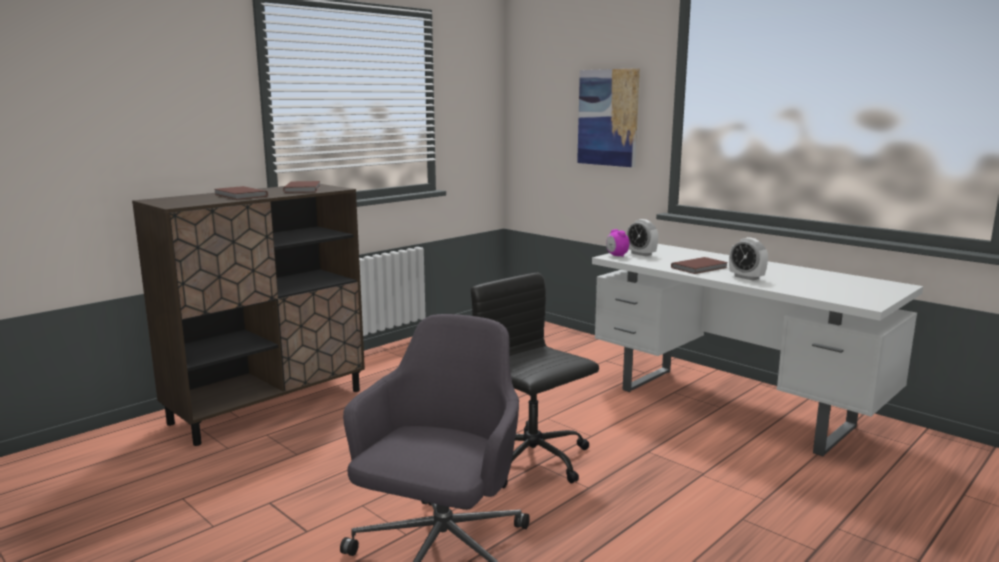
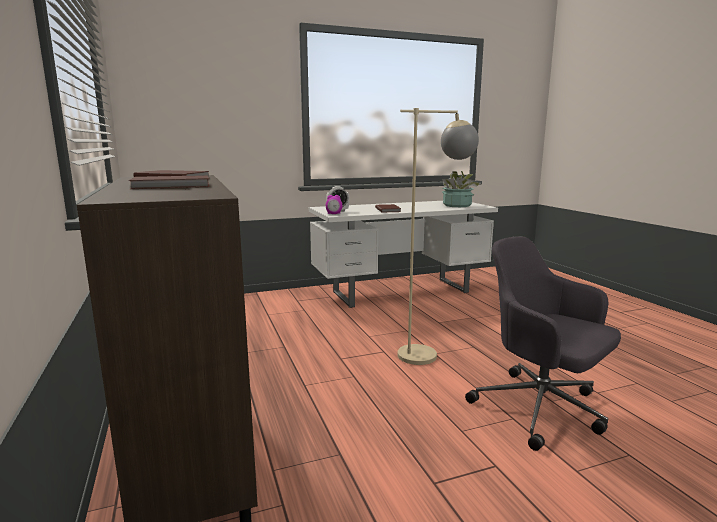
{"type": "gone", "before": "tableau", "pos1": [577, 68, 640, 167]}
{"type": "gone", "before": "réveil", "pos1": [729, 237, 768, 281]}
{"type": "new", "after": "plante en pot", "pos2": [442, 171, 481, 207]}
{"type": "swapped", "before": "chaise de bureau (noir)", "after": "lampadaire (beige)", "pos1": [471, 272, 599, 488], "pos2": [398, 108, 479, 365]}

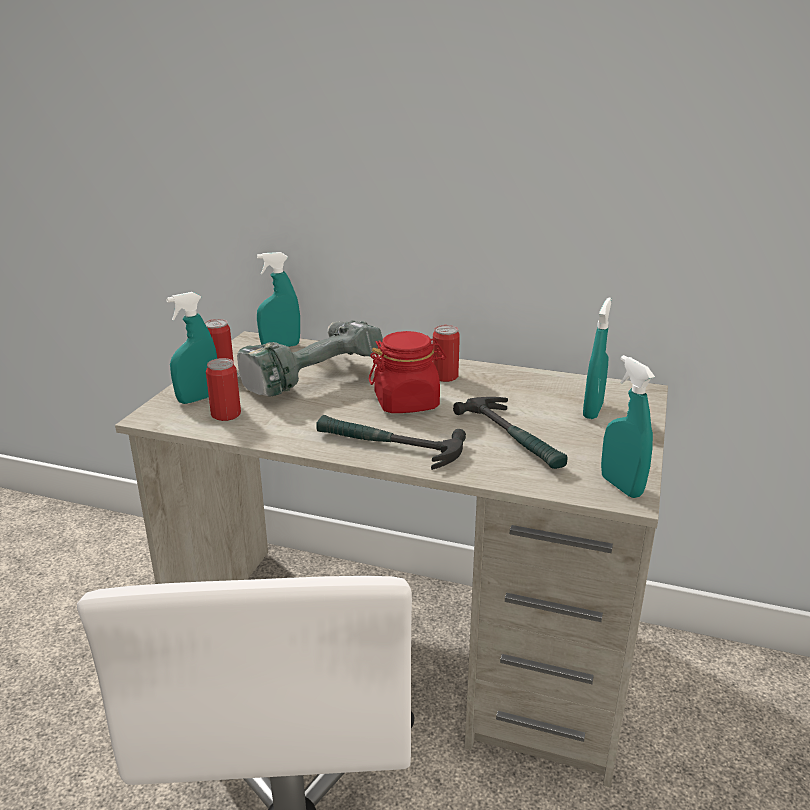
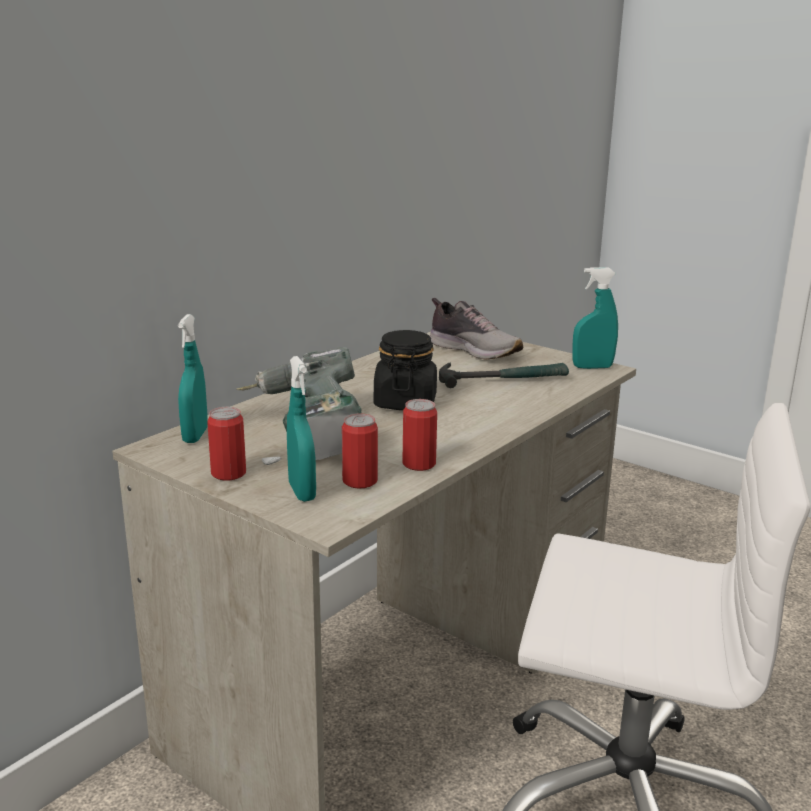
{"type": "gone", "before": "marteau", "pos1": [316, 415, 466, 470]}
{"type": "shifted", "before": "boîte métallique", "pos1": [432, 325, 460, 382], "pos2": [402, 399, 437, 471]}
{"type": "swapped", "before": "vaporisateur (turquoise)", "after": "chaussure", "pos1": [583, 297, 612, 419], "pos2": [430, 298, 523, 359]}
{"type": "repainted", "before": "bocal (rouge)", "after": "bocal (noir)", "pos1": [368, 331, 446, 413], "pos2": [374, 330, 437, 410]}

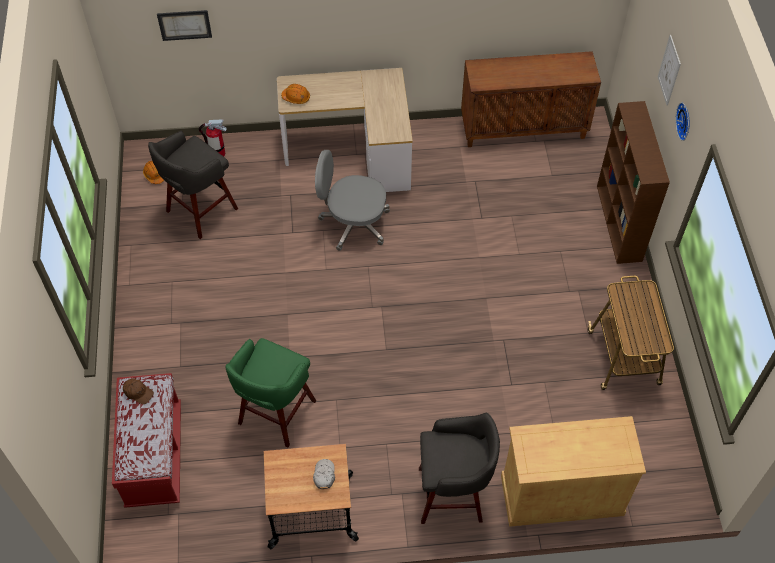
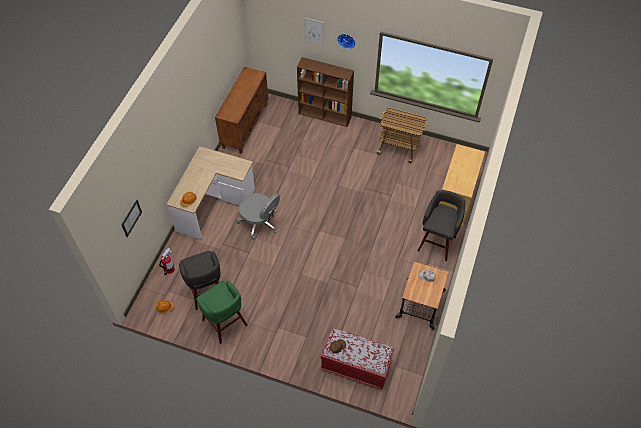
{"type": "shifted", "before": "tabouret (vert)", "pos1": [225, 338, 316, 447], "pos2": [196, 281, 247, 344]}
{"type": "rotated", "before": "chaise de bureau (gris)", "pos1": [315, 150, 390, 251], "pos2": [237, 193, 280, 240], "turn": -90}

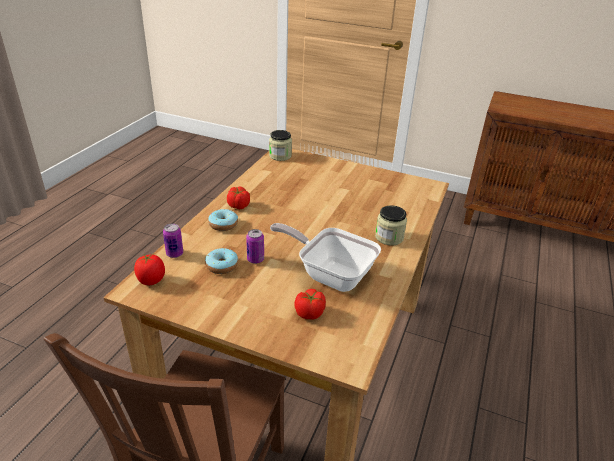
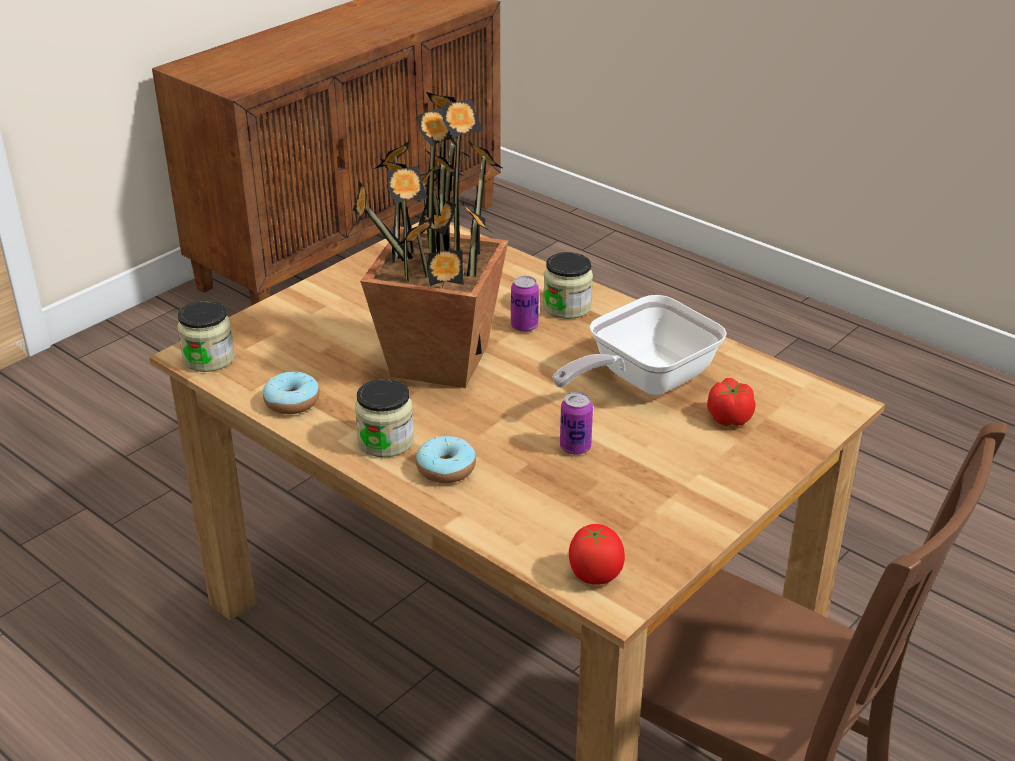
{"type": "new", "after": "plante en pot", "pos2": [353, 92, 508, 388]}
{"type": "shifted", "before": "boîte métallique", "pos1": [163, 223, 183, 258], "pos2": [511, 276, 539, 332]}
{"type": "shifted", "before": "beignet", "pos1": [205, 248, 238, 274], "pos2": [263, 372, 320, 414]}
{"type": "swapped", "before": "tomate", "after": "bocal", "pos1": [227, 186, 250, 209], "pos2": [355, 379, 414, 458]}

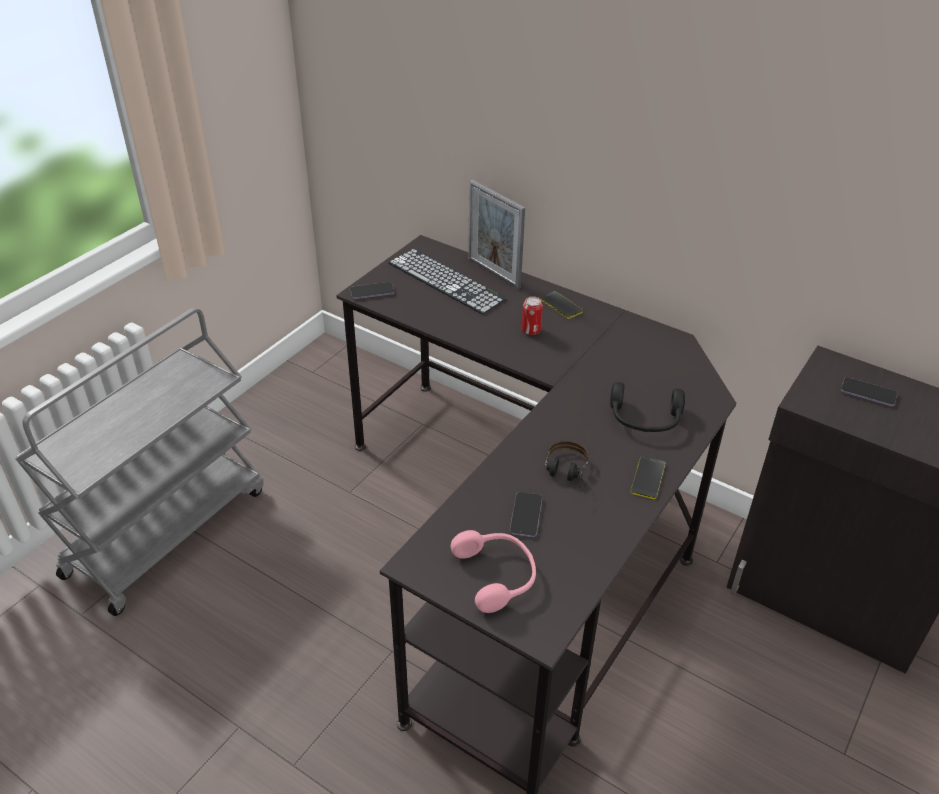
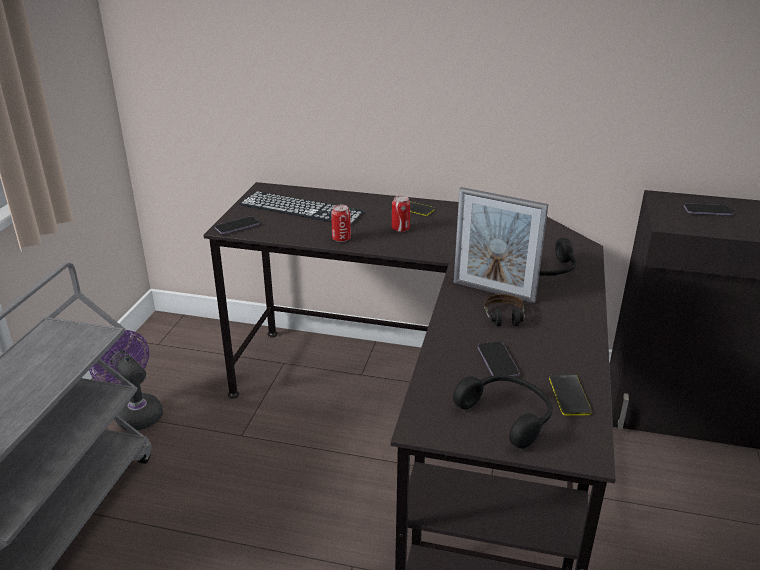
{"type": "new", "after": "ventilateur (violet)", "pos2": [89, 330, 163, 431]}
{"type": "new", "after": "boîte métallique", "pos2": [331, 205, 351, 242]}
{"type": "shifted", "before": "cadre photo", "pos1": [468, 180, 525, 289], "pos2": [454, 187, 548, 303]}
{"type": "shifted", "before": "téléphone", "pos1": [631, 456, 665, 499], "pos2": [549, 375, 592, 416]}
{"type": "repainted", "before": "casque audio (rose)", "after": "casque audio (noir)", "pos1": [451, 530, 536, 613], "pos2": [453, 375, 553, 449]}

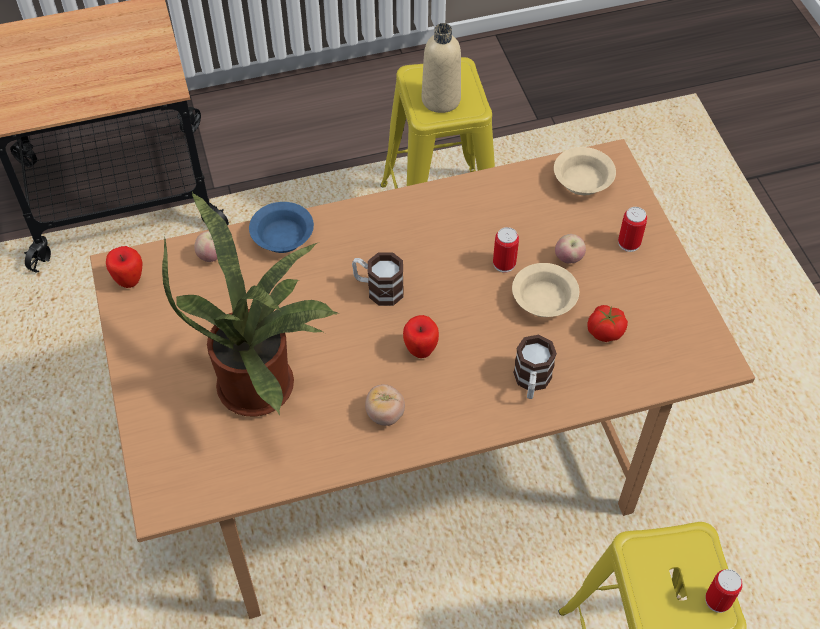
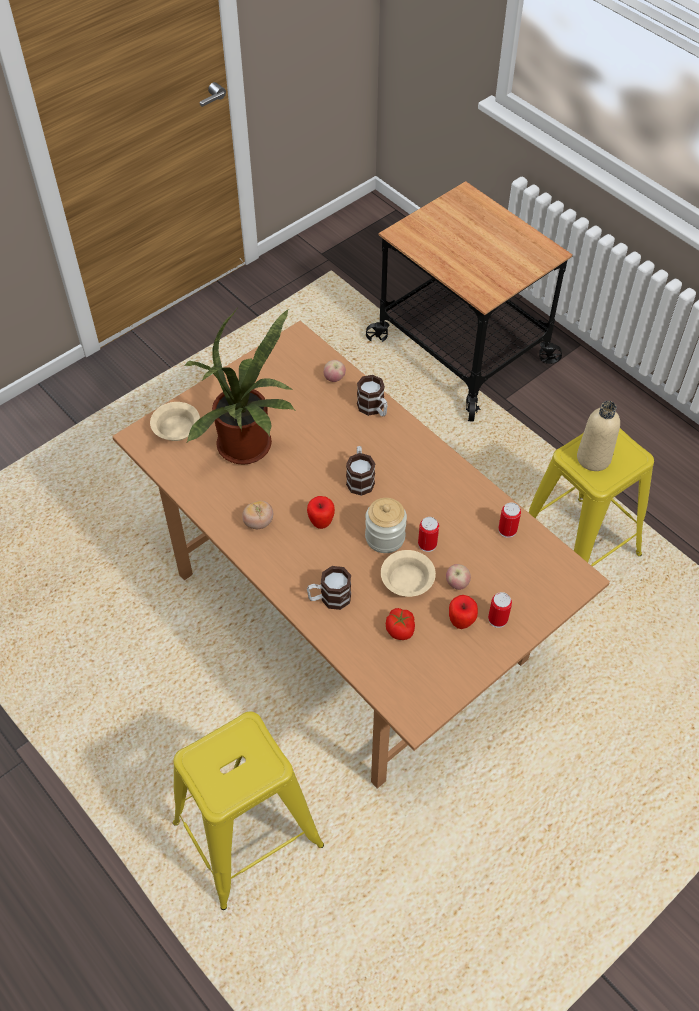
{"type": "new", "after": "bocal", "pos2": [365, 498, 407, 553]}
{"type": "shifted", "before": "pomme", "pos1": [106, 246, 142, 288], "pos2": [449, 595, 478, 629]}
{"type": "shifted", "before": "bol (beige)", "pos1": [554, 147, 616, 195], "pos2": [150, 402, 200, 441]}
{"type": "shifted", "before": "boîte métallique", "pos1": [705, 569, 743, 613], "pos2": [498, 503, 521, 538]}
{"type": "swapped", "before": "bol (bleu)", "after": "mug", "pos1": [249, 202, 314, 253], "pos2": [357, 375, 388, 416]}

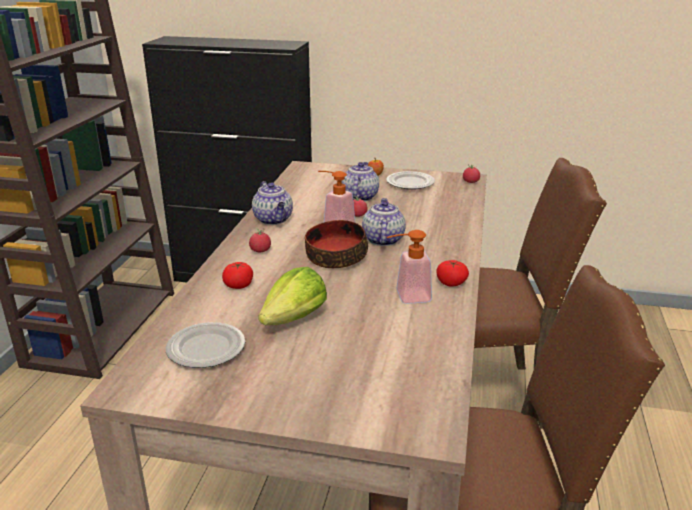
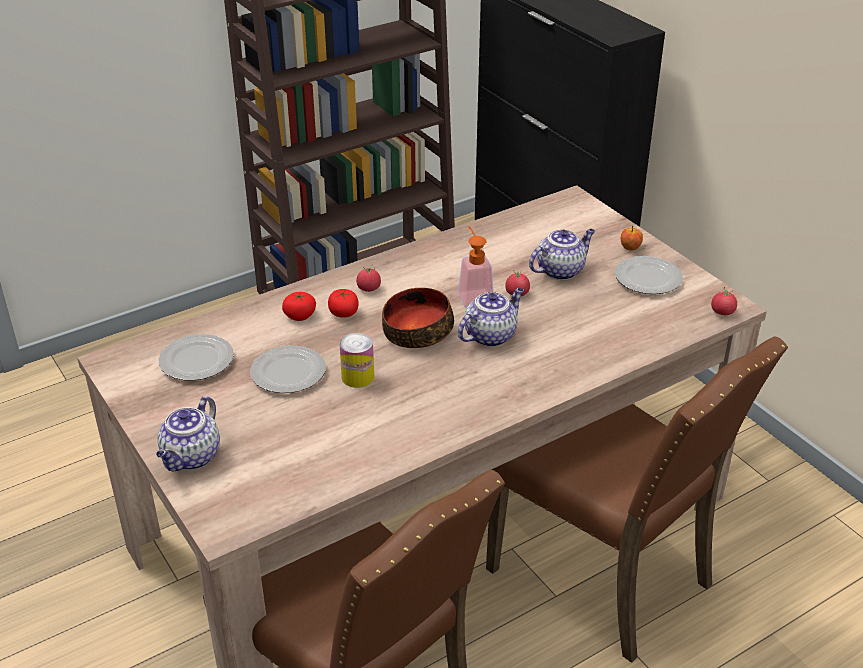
{"type": "gone", "before": "distributeur de savon", "pos1": [387, 230, 432, 304]}
{"type": "new", "after": "boîte métallique", "pos2": [340, 333, 374, 388]}
{"type": "shifted", "before": "théière", "pos1": [252, 181, 293, 225], "pos2": [156, 396, 220, 472]}
{"type": "shifted", "before": "tomate", "pos1": [436, 260, 469, 287], "pos2": [328, 289, 359, 318]}
{"type": "swapped", "before": "laitue", "after": "assiette", "pos1": [258, 267, 327, 325], "pos2": [250, 345, 326, 393]}

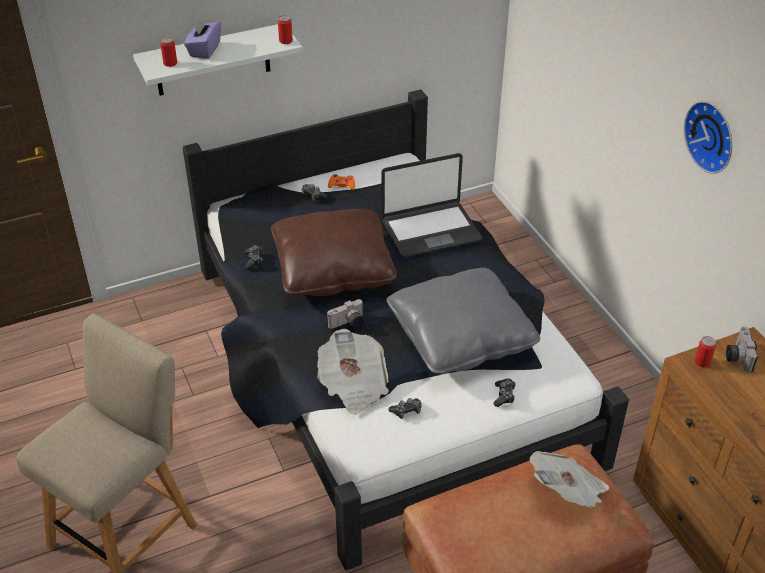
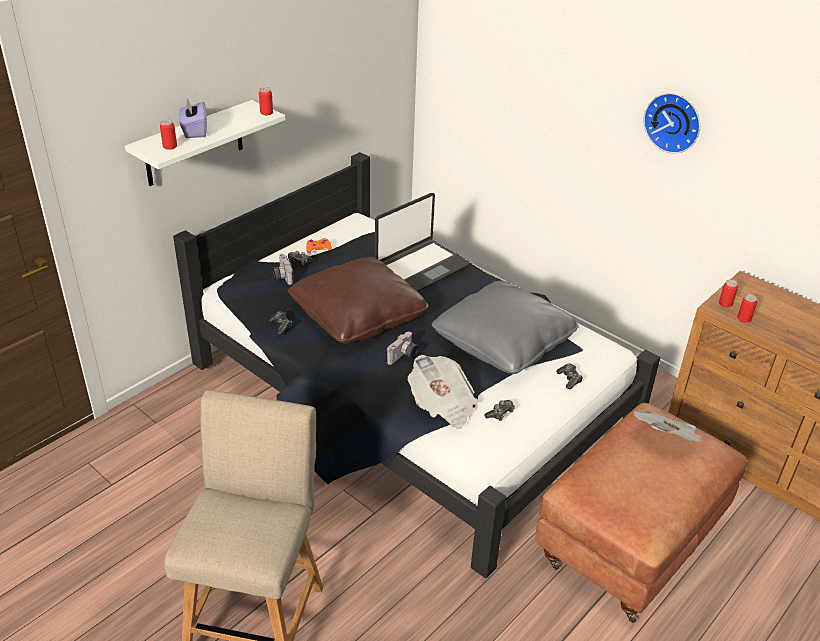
{"type": "new", "after": "boîte métallique", "pos2": [737, 294, 757, 323]}
{"type": "shifted", "before": "appareil photo", "pos1": [726, 327, 758, 373], "pos2": [272, 254, 294, 285]}

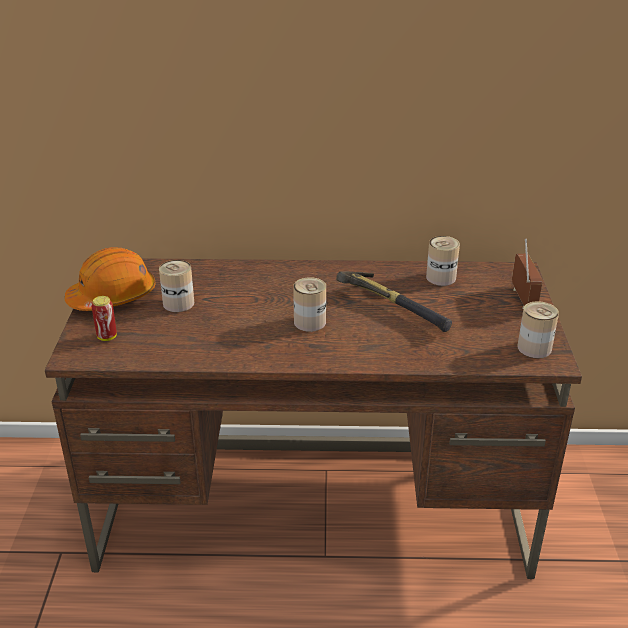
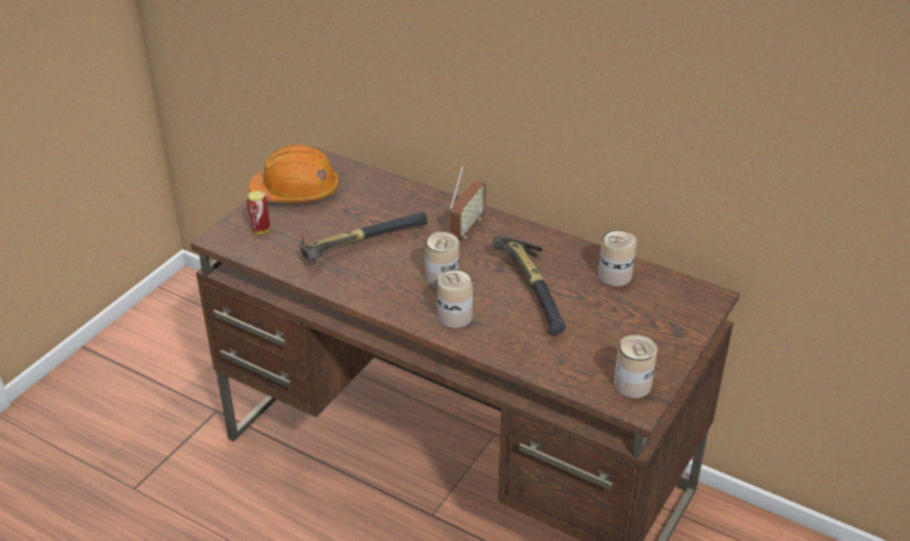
{"type": "new", "after": "marteau", "pos2": [300, 212, 428, 260]}
{"type": "shifted", "before": "boîte métallique", "pos1": [159, 260, 194, 312], "pos2": [437, 269, 473, 328]}
{"type": "shifted", "before": "radio", "pos1": [512, 238, 542, 308], "pos2": [449, 166, 486, 239]}

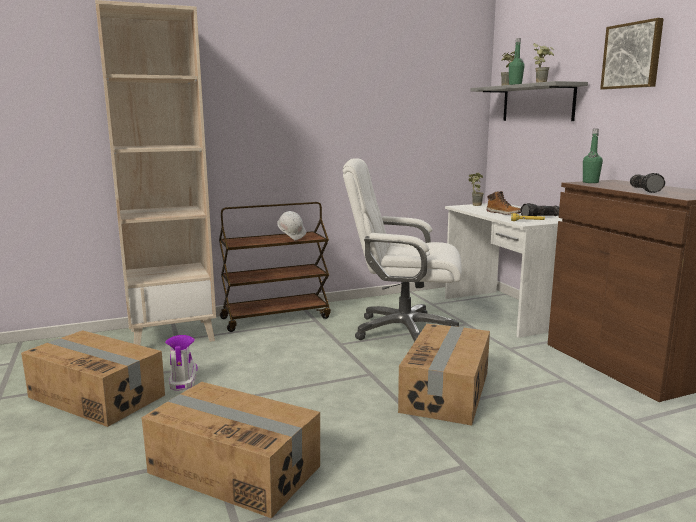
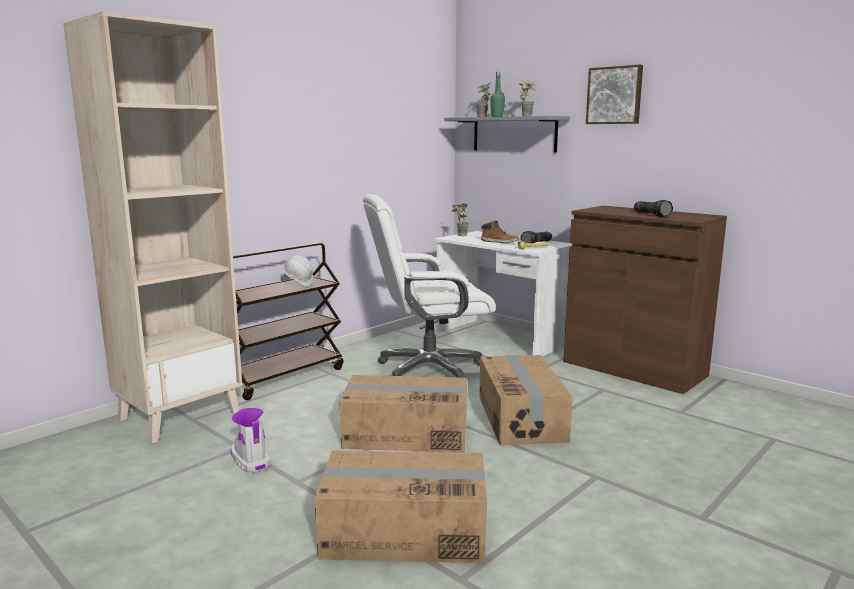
{"type": "gone", "before": "bouteille (vert)", "pos1": [583, 129, 603, 183]}
{"type": "shifted", "before": "carton", "pos1": [21, 330, 165, 427], "pos2": [339, 375, 467, 453]}

